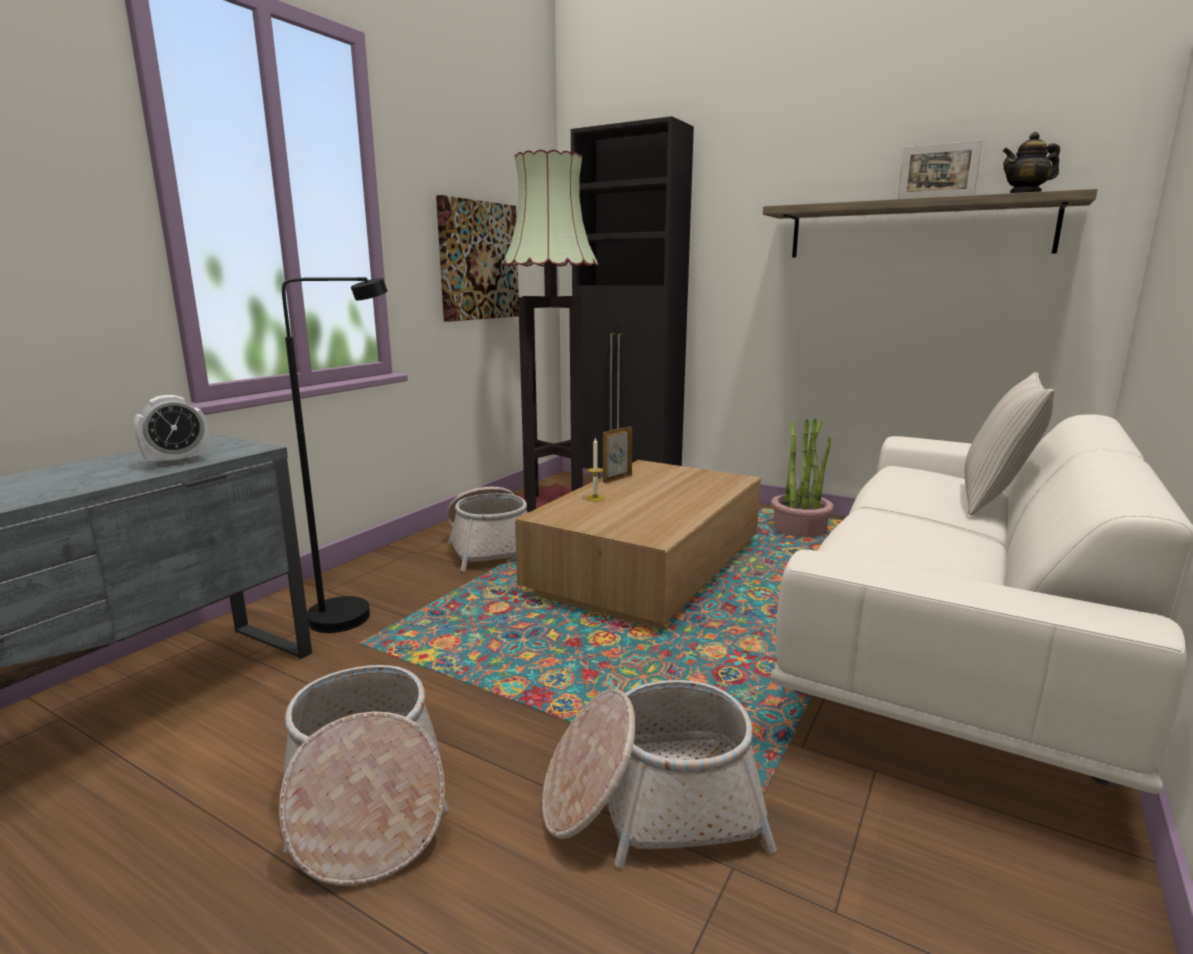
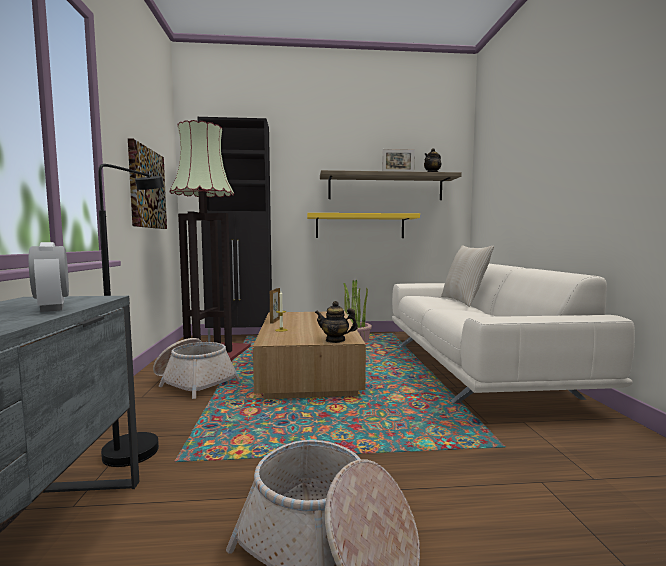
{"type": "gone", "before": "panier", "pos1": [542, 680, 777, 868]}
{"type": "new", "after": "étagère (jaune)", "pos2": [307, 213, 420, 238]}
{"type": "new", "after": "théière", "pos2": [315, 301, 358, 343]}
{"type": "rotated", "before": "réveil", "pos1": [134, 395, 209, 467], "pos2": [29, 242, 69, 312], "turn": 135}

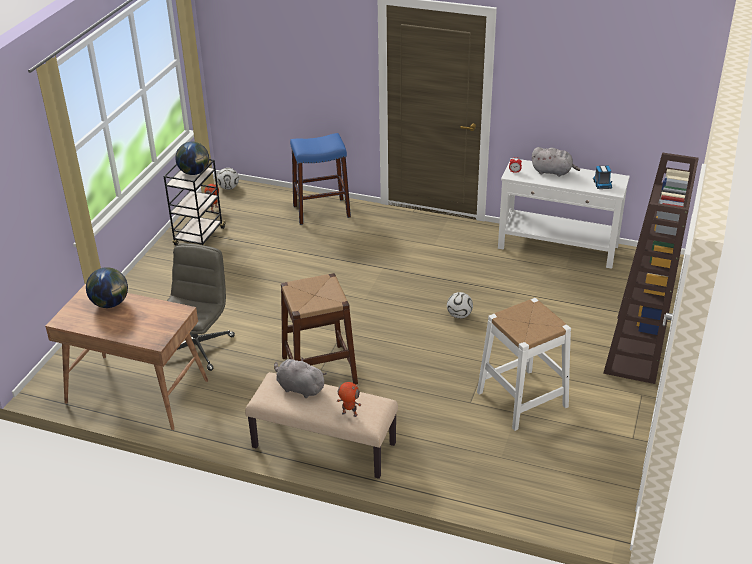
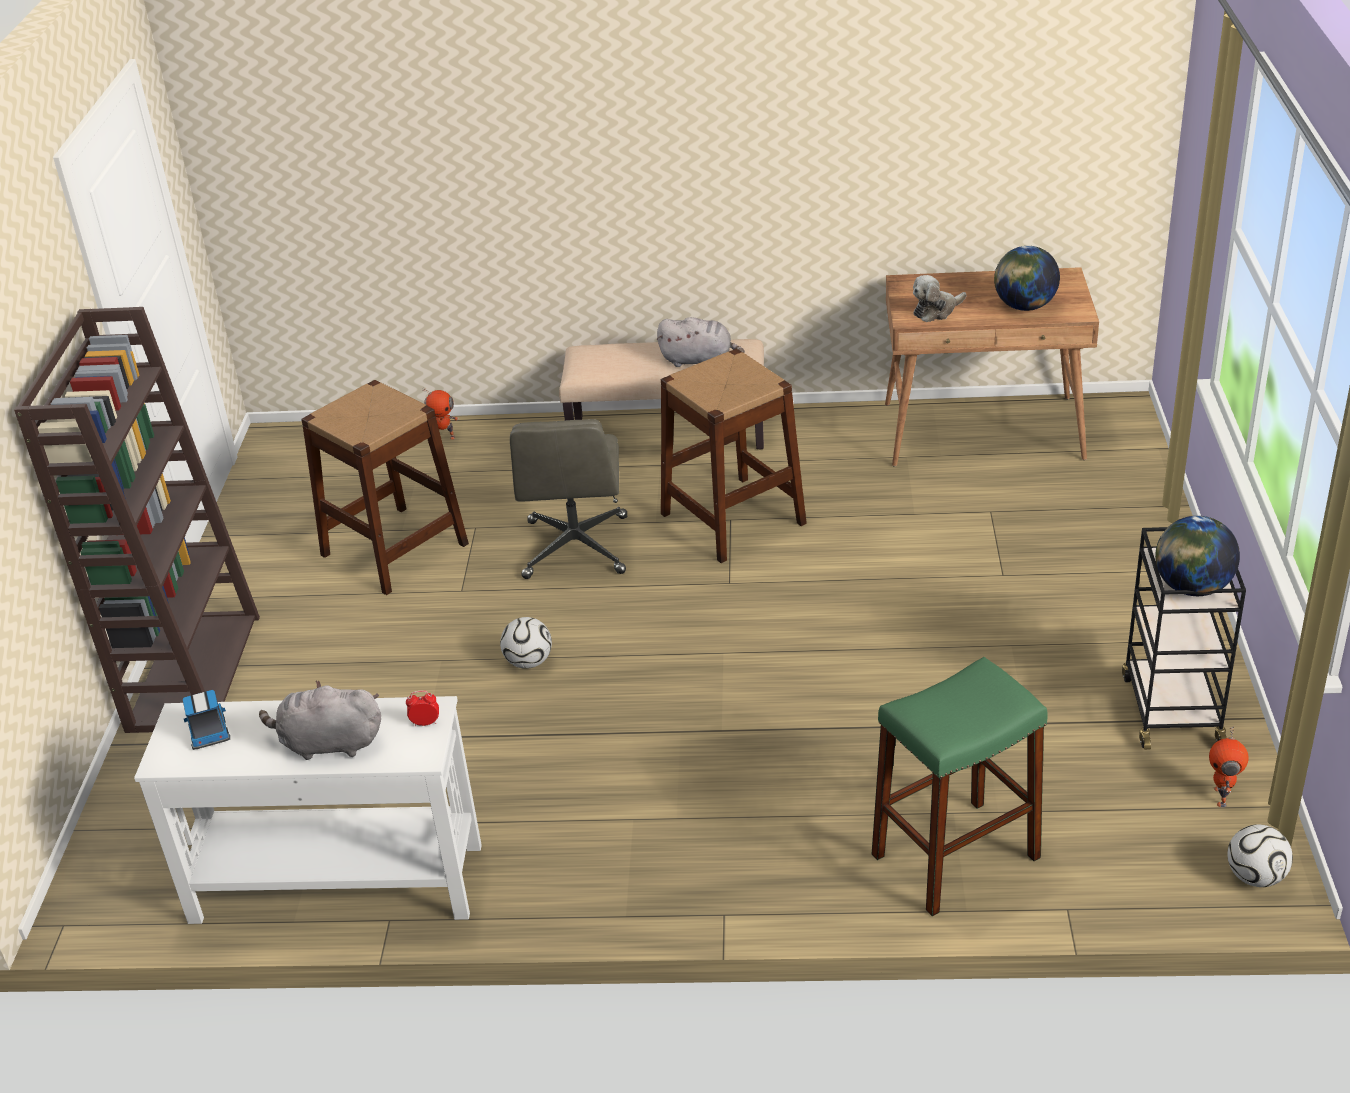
{"type": "new", "after": "peluche", "pos2": [913, 275, 966, 322]}
{"type": "shifted", "before": "chaise de bureau (gris)", "pos1": [167, 243, 235, 371], "pos2": [510, 419, 628, 579]}
{"type": "shifted", "before": "robot jouet", "pos1": [337, 382, 361, 417], "pos2": [422, 389, 459, 440]}
{"type": "repainted", "before": "tabouret (bleu)", "after": "tabouret (vert)", "pos1": [290, 133, 351, 225], "pos2": [872, 657, 1048, 916]}
{"type": "repainted", "before": "tabouret (blanc)", "after": "tabouret (marron)", "pos1": [477, 298, 571, 431], "pos2": [301, 380, 469, 595]}

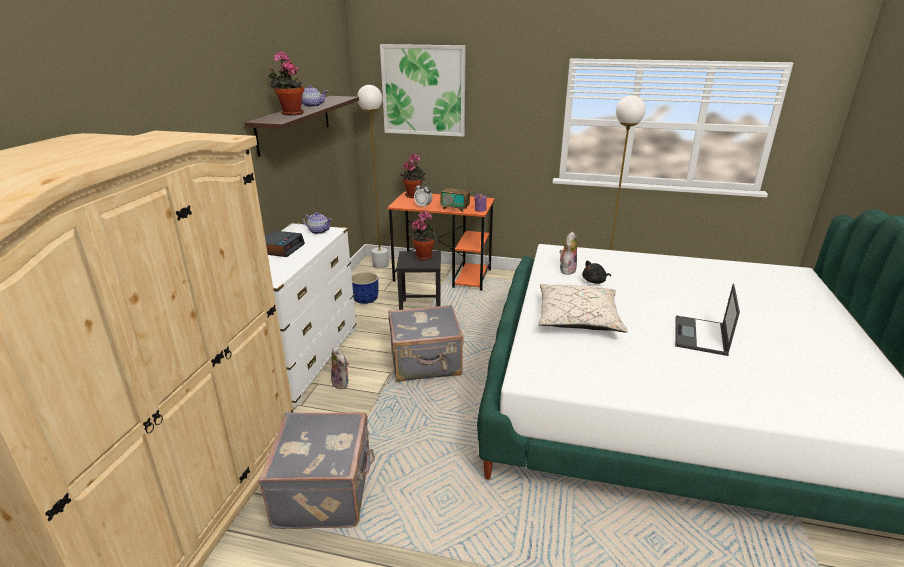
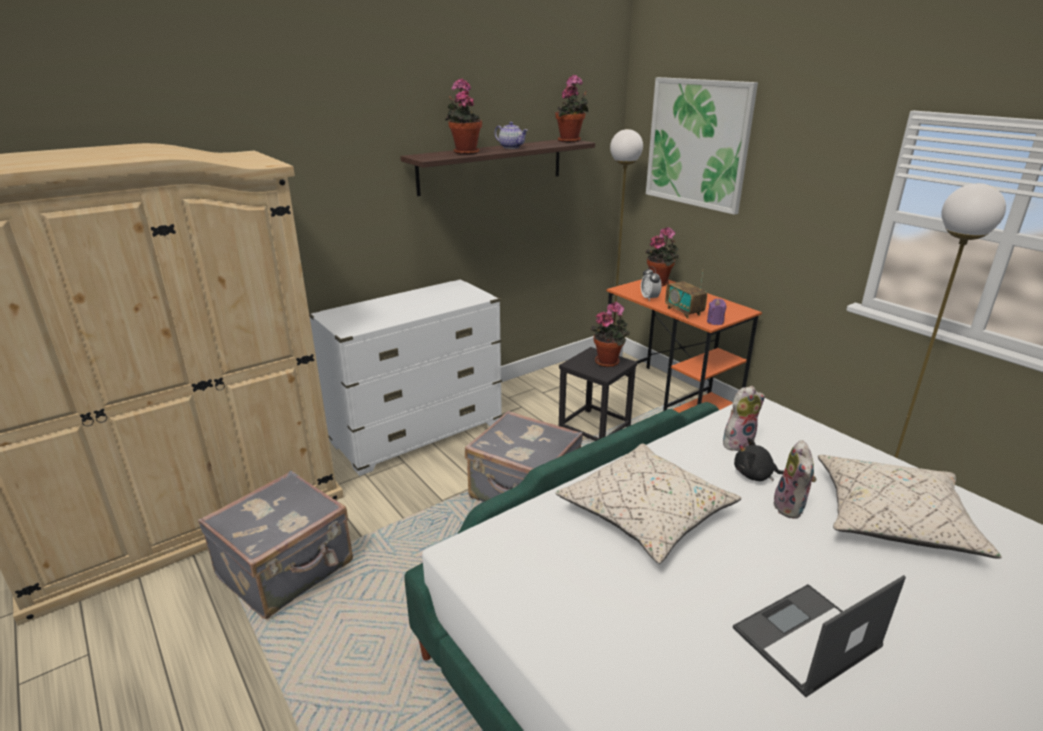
{"type": "gone", "before": "réveil", "pos1": [265, 231, 305, 257]}
{"type": "gone", "before": "théière", "pos1": [303, 212, 332, 234]}
{"type": "gone", "before": "cache-pot (bleu)", "pos1": [352, 272, 378, 304]}
{"type": "new", "after": "plante en pot", "pos2": [555, 75, 588, 142]}
{"type": "new", "after": "coussin (beige)", "pos2": [818, 455, 1002, 558]}
{"type": "shifted", "before": "peluche", "pos1": [331, 346, 349, 389], "pos2": [771, 440, 817, 519]}

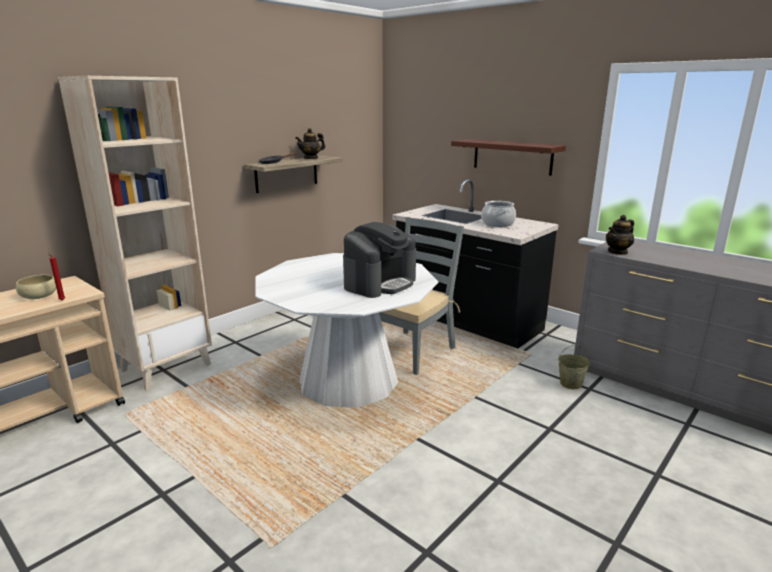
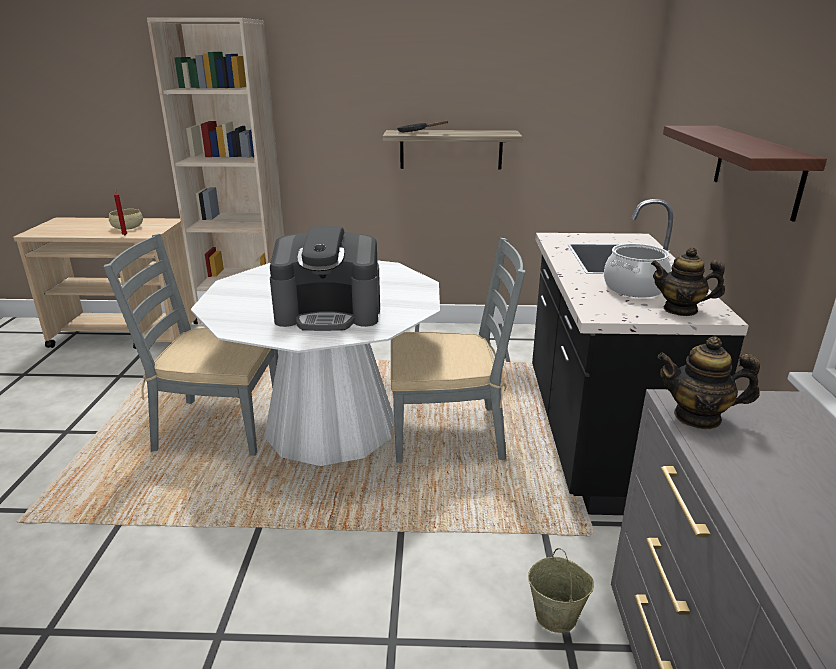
{"type": "new", "after": "chaise (gris)", "pos2": [104, 234, 278, 456]}
{"type": "shifted", "before": "théière", "pos1": [295, 128, 325, 159], "pos2": [651, 247, 725, 316]}

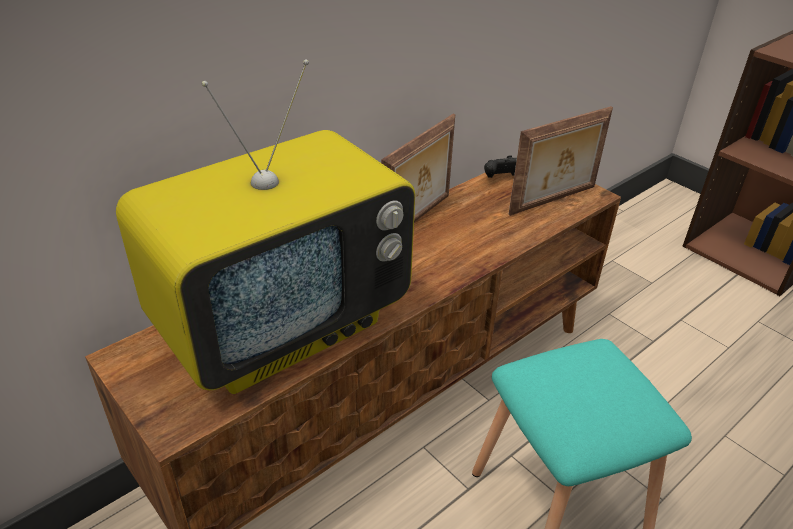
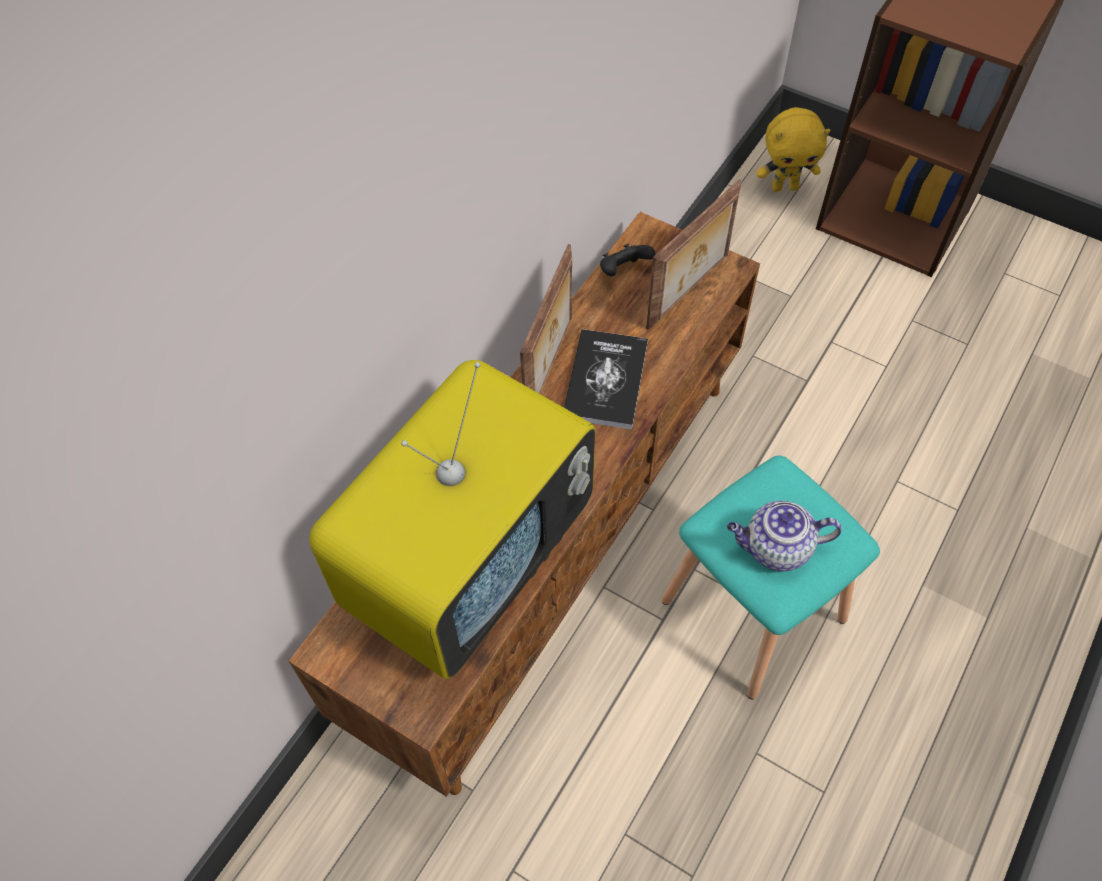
{"type": "new", "after": "livre", "pos2": [564, 329, 648, 429]}
{"type": "new", "after": "théière", "pos2": [727, 501, 842, 571]}
{"type": "new", "after": "peluche (jaune)", "pos2": [757, 107, 830, 192]}

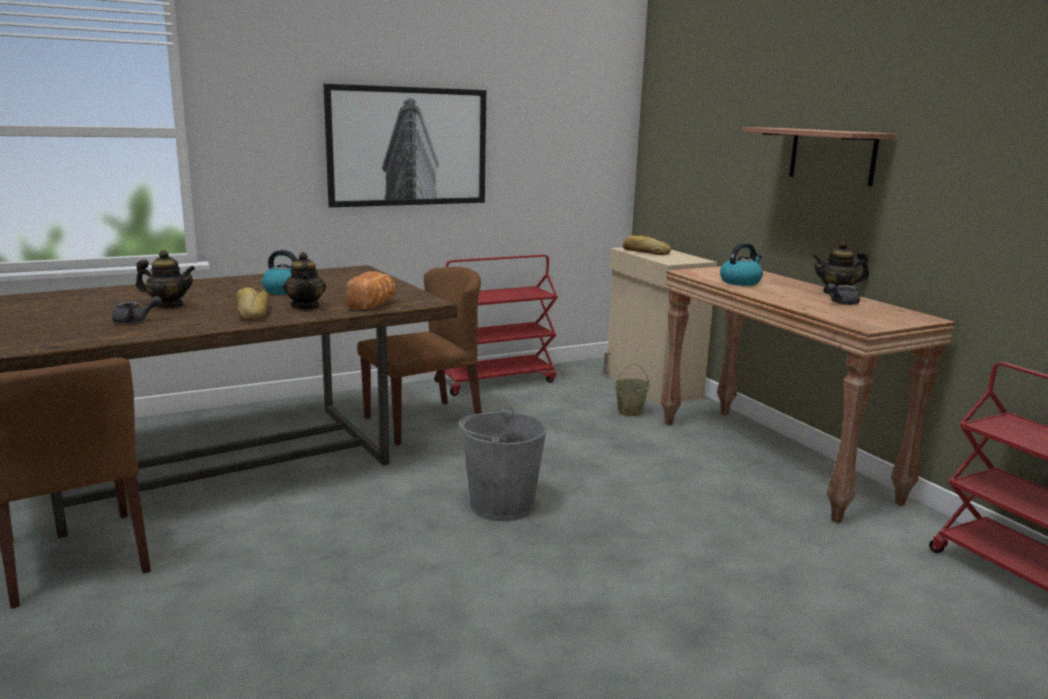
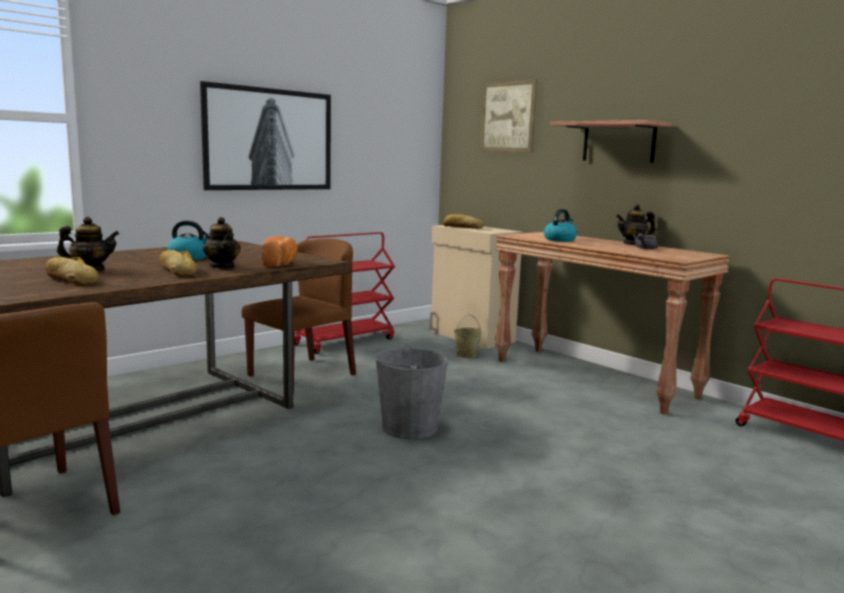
{"type": "new", "after": "tableau", "pos2": [480, 79, 538, 152]}
{"type": "swapped", "before": "théière (gris)", "after": "pain", "pos1": [112, 296, 162, 324], "pos2": [45, 257, 99, 285]}

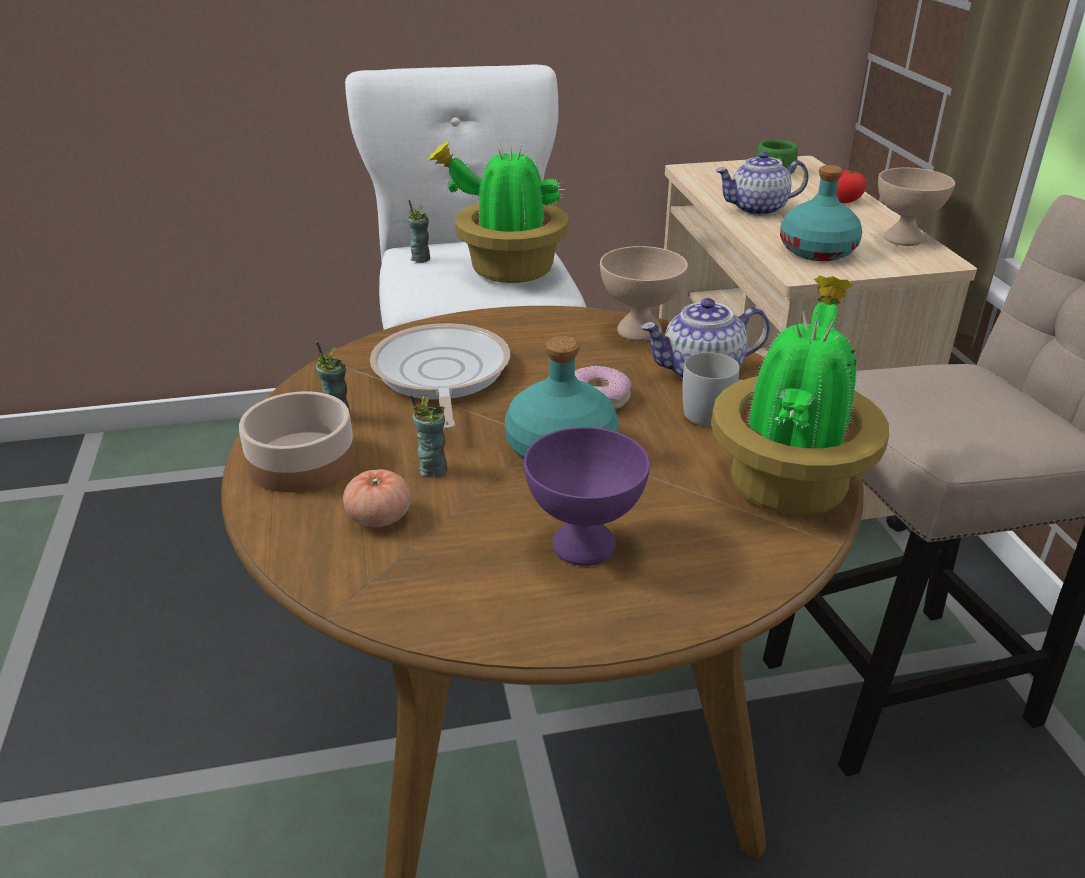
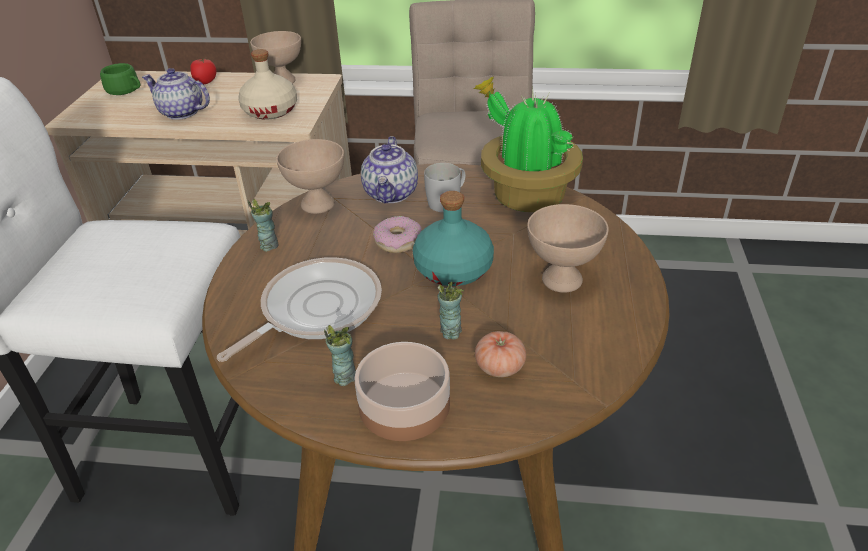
{"type": "gone", "before": "plante en pot", "pos1": [428, 140, 569, 283]}
{"type": "shifted", "before": "tasse", "pos1": [407, 200, 430, 263], "pos2": [248, 199, 279, 252]}
{"type": "repainted", "before": "bol (violet)", "after": "bol (beige)", "pos1": [524, 427, 650, 566], "pos2": [527, 204, 609, 293]}
{"type": "repainted", "before": "bouteille (turquoise)", "after": "bouteille (beige)", "pos1": [780, 165, 862, 261], "pos2": [238, 49, 297, 120]}
{"type": "rotated", "before": "poêle", "pos1": [370, 323, 510, 430], "pos2": [217, 257, 382, 362], "turn": 120}
{"type": "rotated", "before": "théière", "pos1": [716, 151, 809, 216], "pos2": [142, 68, 210, 120], "turn": 105}

